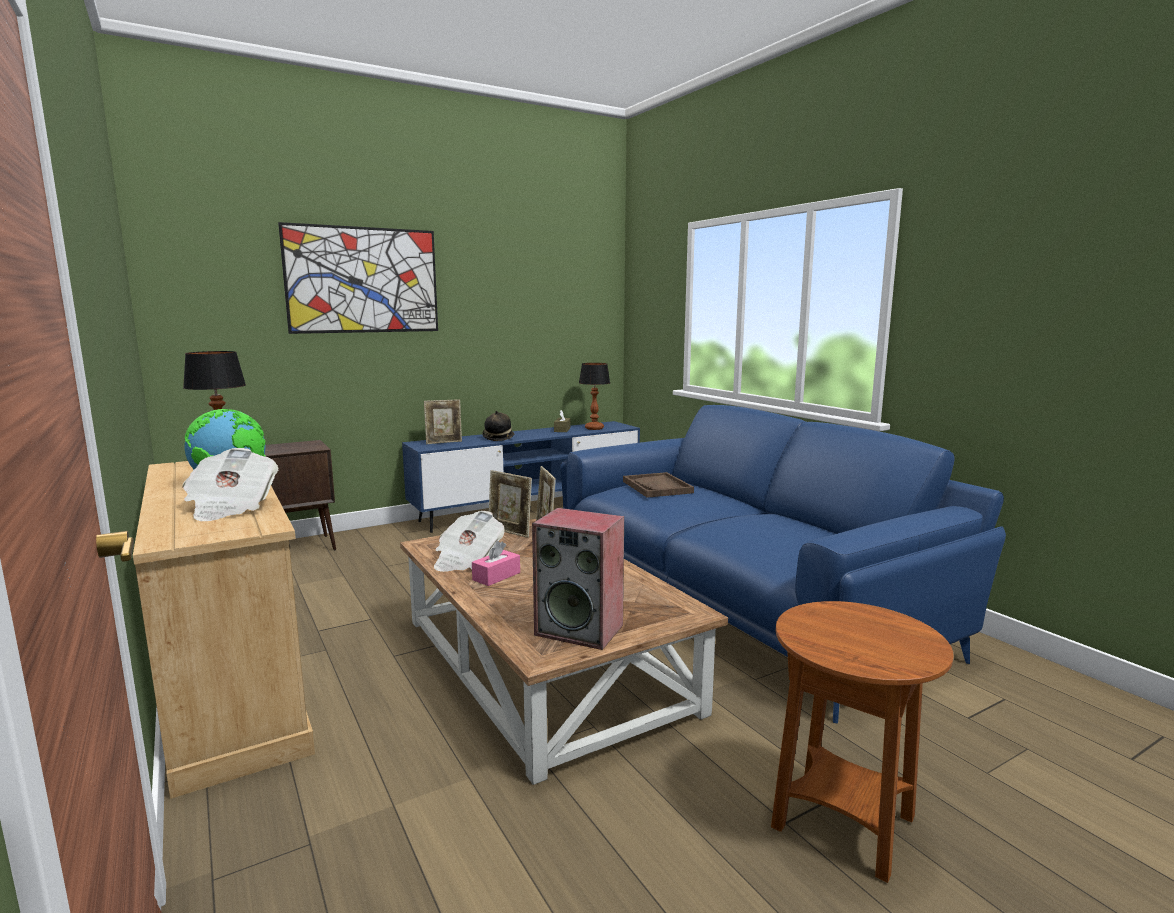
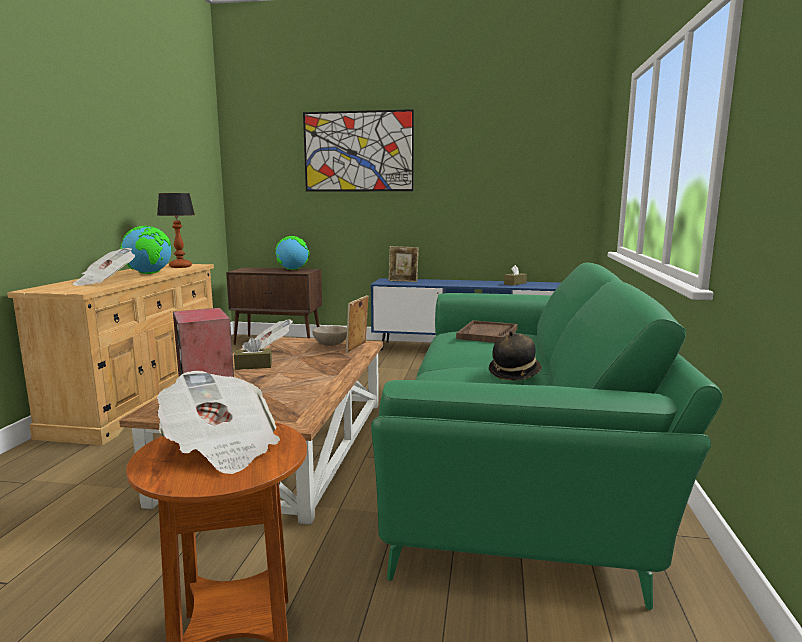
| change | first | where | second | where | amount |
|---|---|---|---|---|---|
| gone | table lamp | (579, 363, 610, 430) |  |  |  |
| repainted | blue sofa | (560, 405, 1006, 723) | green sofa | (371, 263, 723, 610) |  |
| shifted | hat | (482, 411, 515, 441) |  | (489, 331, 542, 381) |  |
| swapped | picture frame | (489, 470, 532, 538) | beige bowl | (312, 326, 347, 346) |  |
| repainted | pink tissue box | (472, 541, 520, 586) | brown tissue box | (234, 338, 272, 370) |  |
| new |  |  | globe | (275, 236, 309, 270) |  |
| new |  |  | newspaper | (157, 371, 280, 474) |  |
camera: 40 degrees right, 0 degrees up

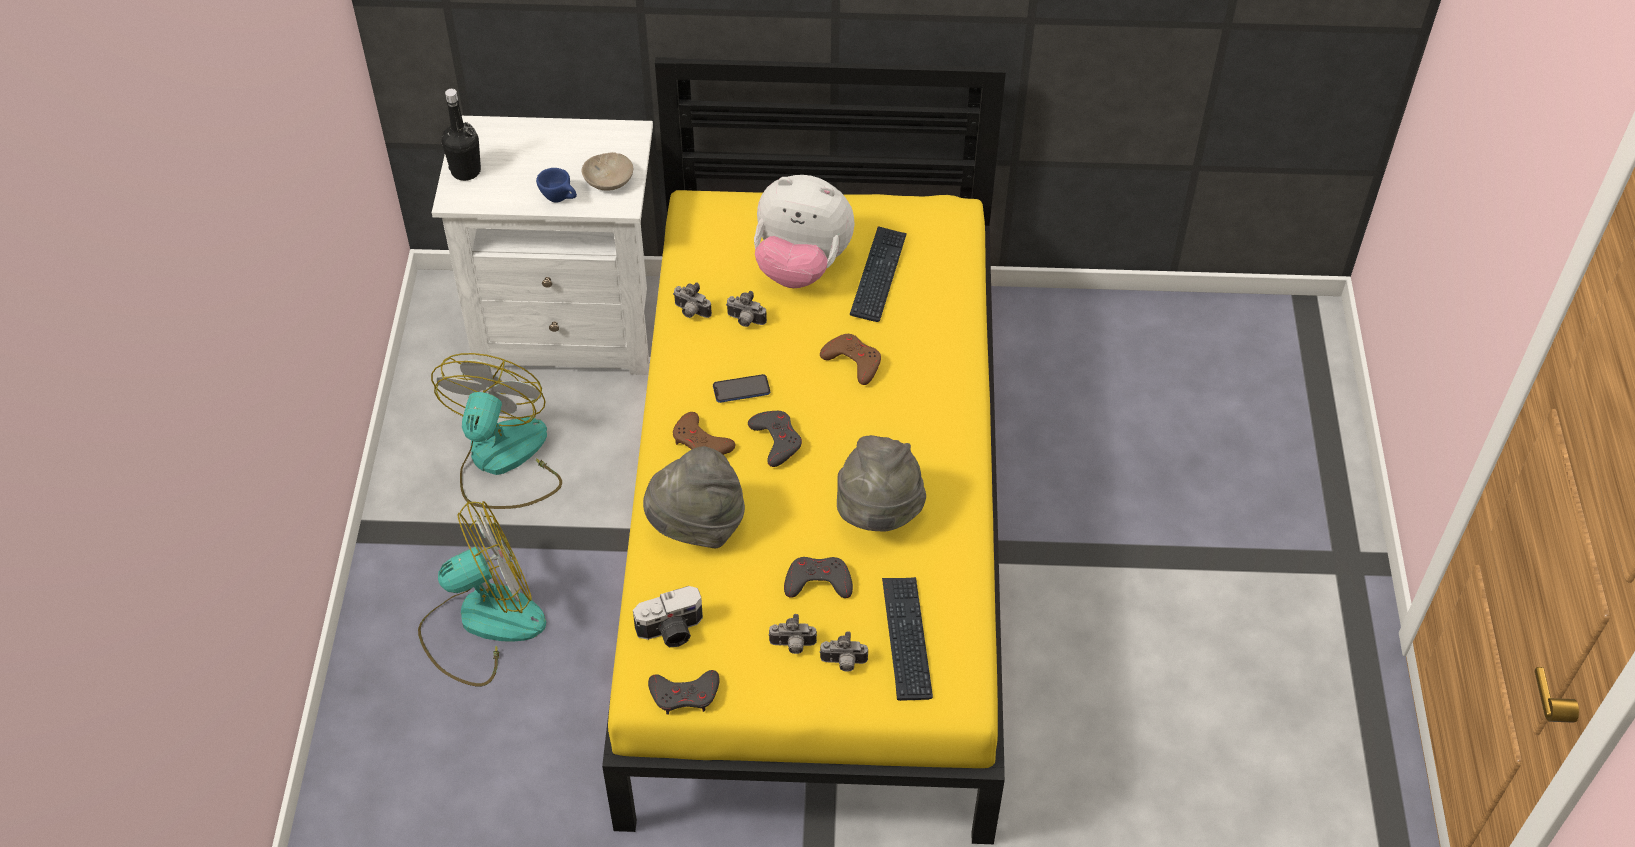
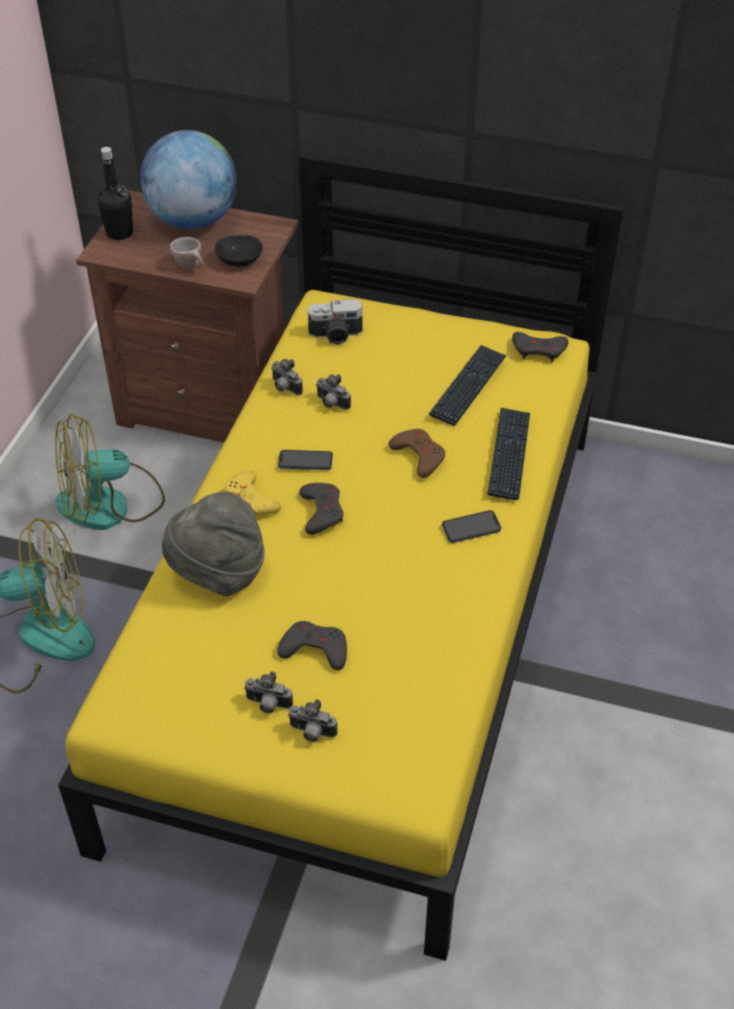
| change | first | where | second | where | amount |
|---|---|---|---|---|---|
| repainted | white nightstand | (432, 116, 653, 375) | brown nightstand | (76, 190, 298, 443) |  |
| repainted | beige bowl | (582, 152, 633, 190) | black bowl | (215, 235, 263, 266) |  |
| repainted | blue cup | (536, 168, 577, 202) | beige cup | (170, 237, 203, 269) |  |
| gone | plush toy | (754, 175, 855, 288) |  |  |  |
| rotated | fan | (431, 353, 562, 509) |  | (55, 414, 165, 530) | 135 degrees counterclockwise |
| repainted | brown game controller | (673, 412, 736, 455) | yellow game controller | (225, 470, 281, 515) |  |
| gone | grey hat | (837, 435, 926, 531) |  |  |  |
| shifted | keyboard | (882, 577, 933, 701) |  | (487, 408, 530, 500) |  |
| shifted | photo camera | (633, 586, 703, 647) |  | (308, 299, 363, 345) |  |
| shifted | grey game controller | (648, 670, 720, 715) |  | (512, 332, 569, 362) |  |
| new |  |  | globe | (140, 130, 237, 229) |  |
| new |  |  | phone | (442, 510, 501, 543) |  |
camera: 15 degrees right, 5 degrees down

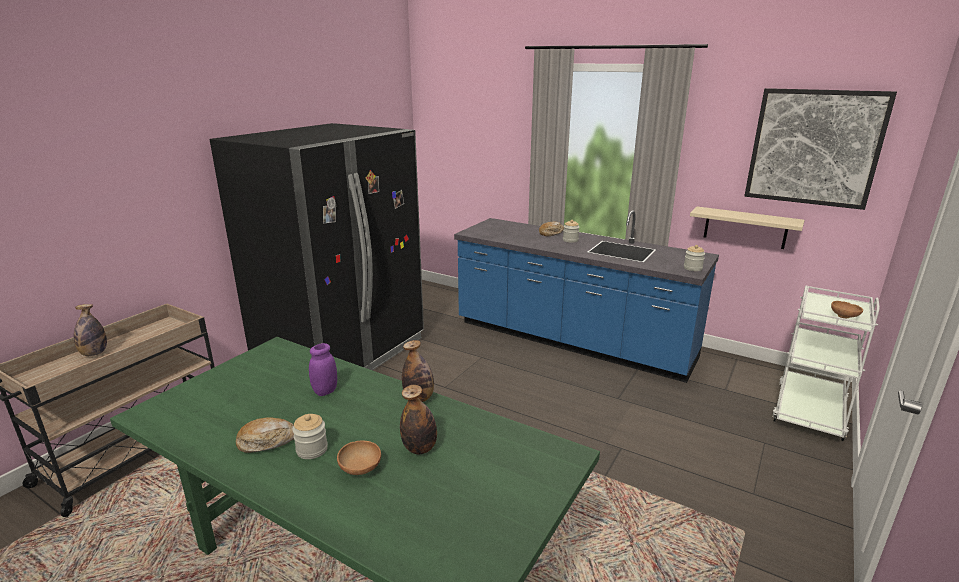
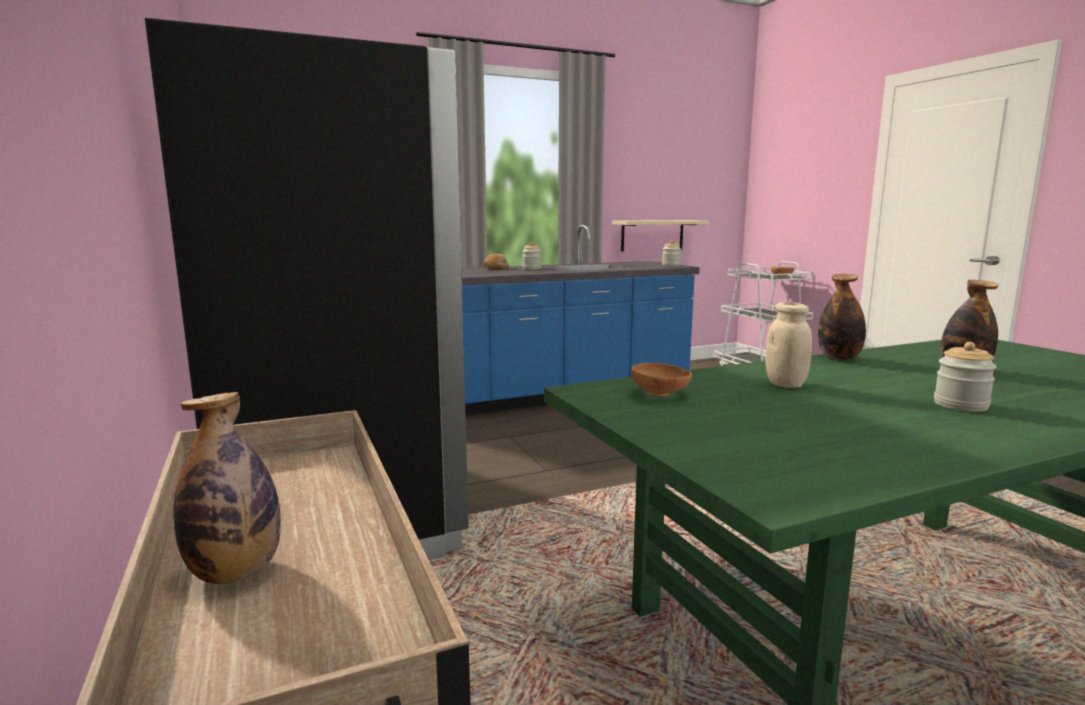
| change | first | where | second | where | amount |
|---|---|---|---|---|---|
| gone | picture | (745, 88, 897, 210) |  |  |  |
| repainted | purple jar | (309, 343, 337, 396) | beige jar | (765, 302, 812, 388) |  |
| gone | bread | (236, 418, 294, 453) |  |  |  |
| shifted | brown bowl | (337, 441, 381, 475) |  | (631, 363, 692, 396) |  |
camera: 55 degrees left, 10 degrees down

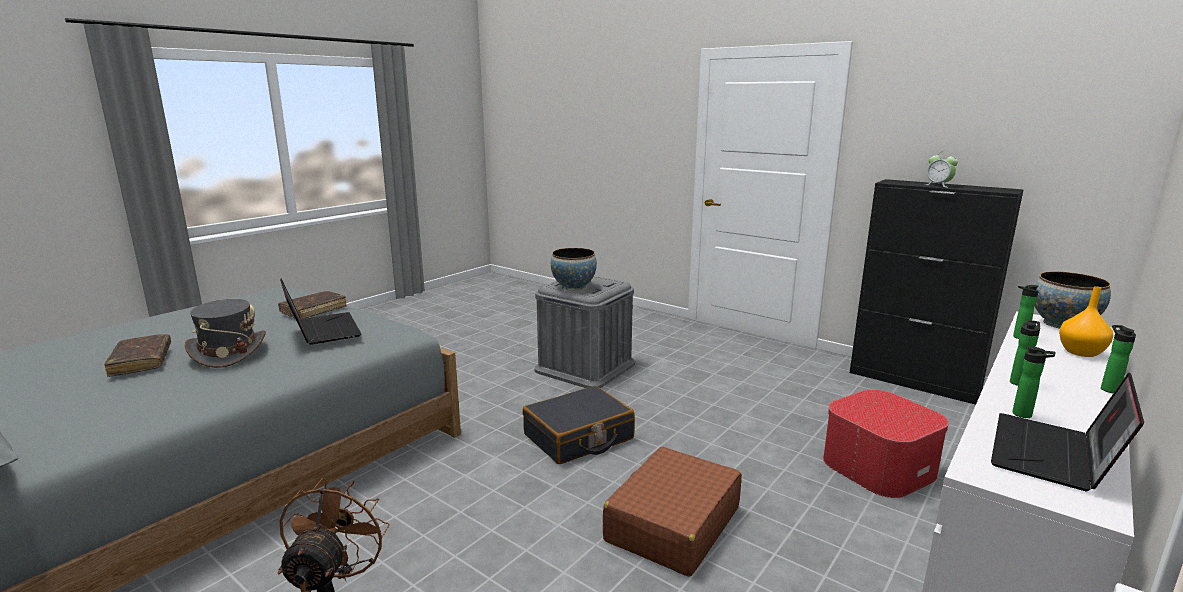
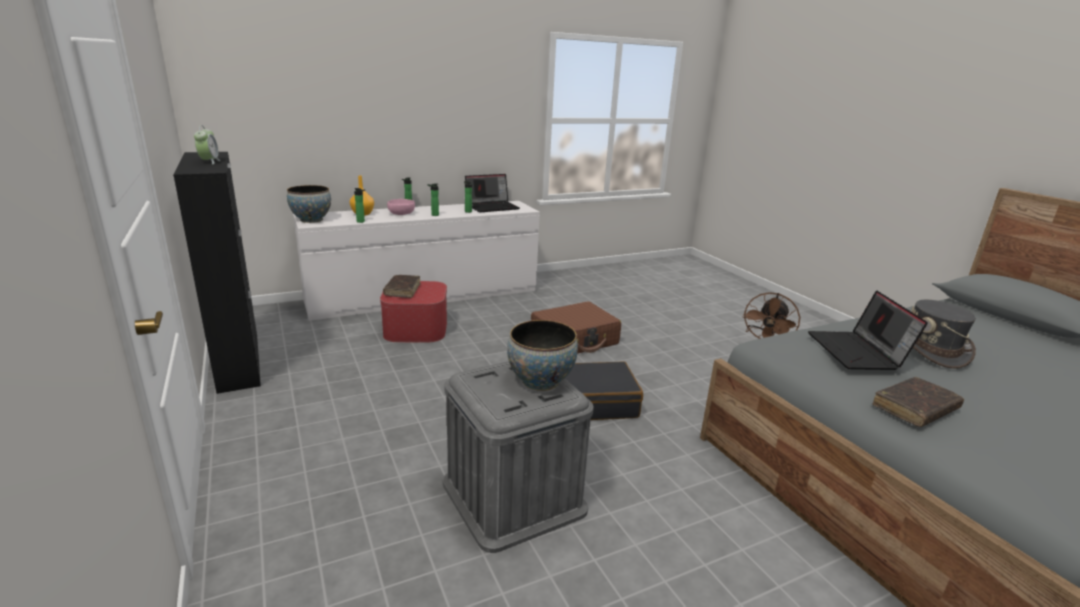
| change | first | where | second | where | amount |
|---|---|---|---|---|---|
| shifted | brown book | (104, 334, 171, 377) |  | (383, 275, 420, 298) |  |
| new |  |  | pink bowl | (387, 199, 415, 215) |  |
camera: 155 degrees left, 5 degrees up

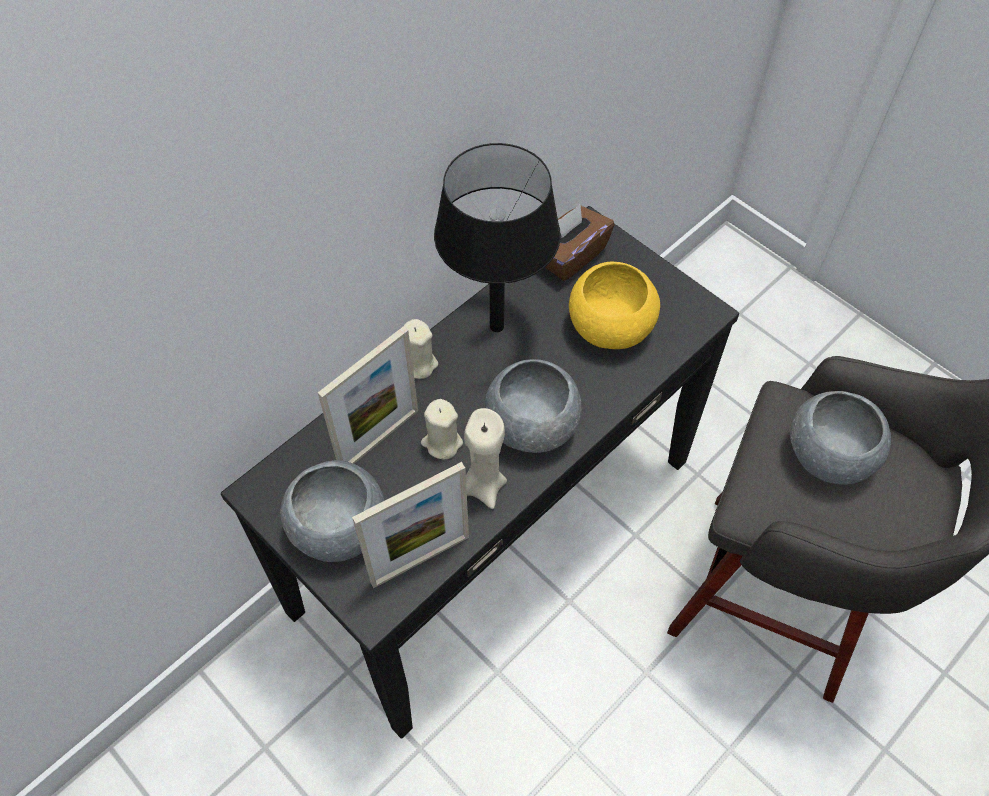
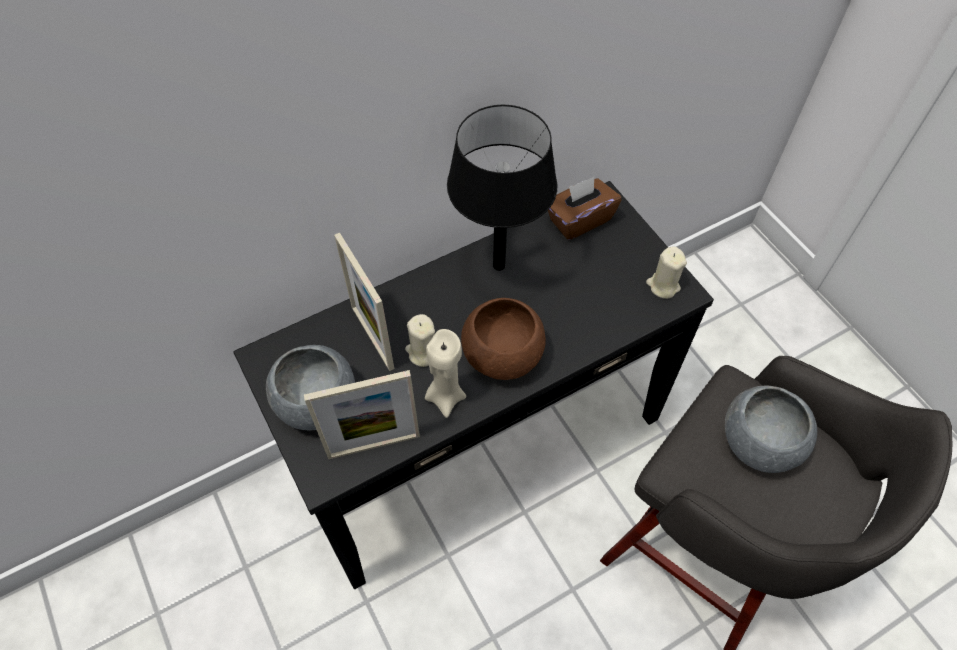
| change | first | where | second | where | amount |
|---|---|---|---|---|---|
| gone | yellow bowl | (569, 262, 660, 349) |  |  |  |
| shifted | beige candle | (404, 319, 438, 379) |  | (646, 246, 687, 299) |  |
| rotated | picture frame | (318, 326, 418, 464) |  | (334, 233, 394, 371) | 90 degrees clockwise |
| repainted | grey bowl | (485, 359, 582, 453) | brown bowl | (461, 298, 546, 380) |  |
camera: 15 degrees right, 0 degrees up

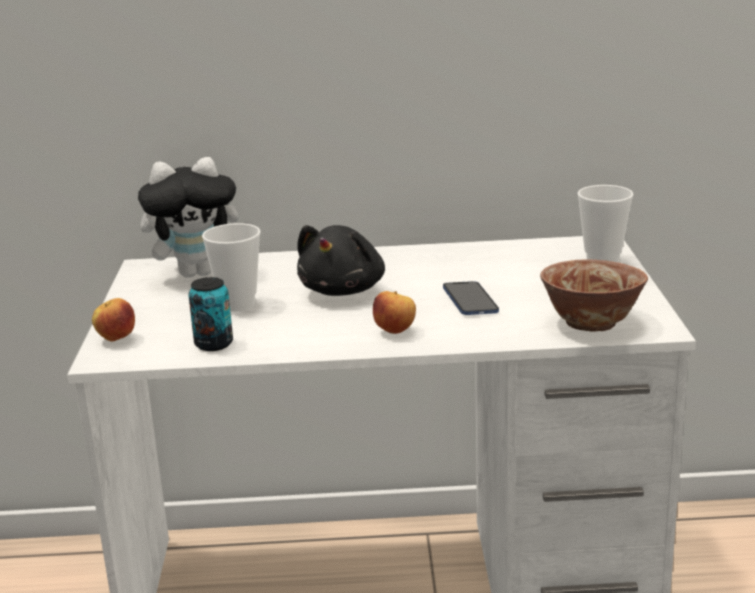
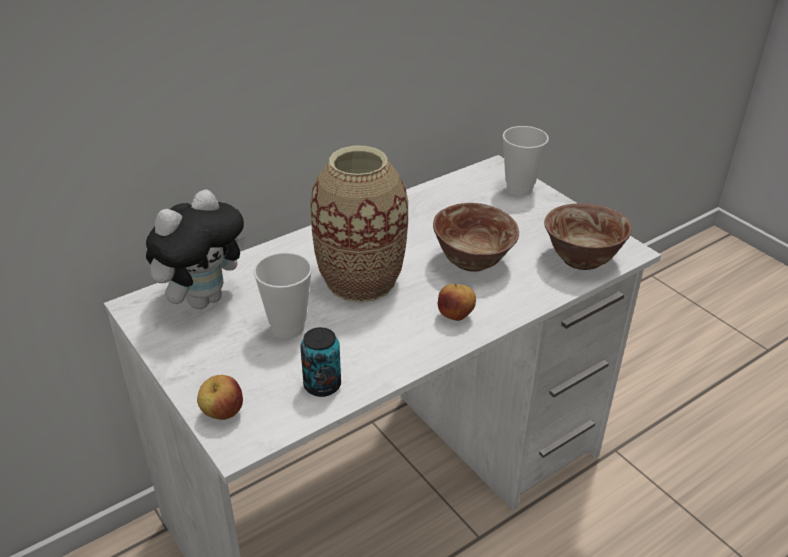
| change | first | where | second | where | amount |
|---|---|---|---|---|---|
| swapped | black plush toy | (297, 225, 385, 296) | vase | (310, 146, 408, 302) |  |
| swapped | phone | (443, 281, 499, 315) | bowl | (433, 203, 519, 272) |  |
camera: 35 degrees left, 15 degrees up

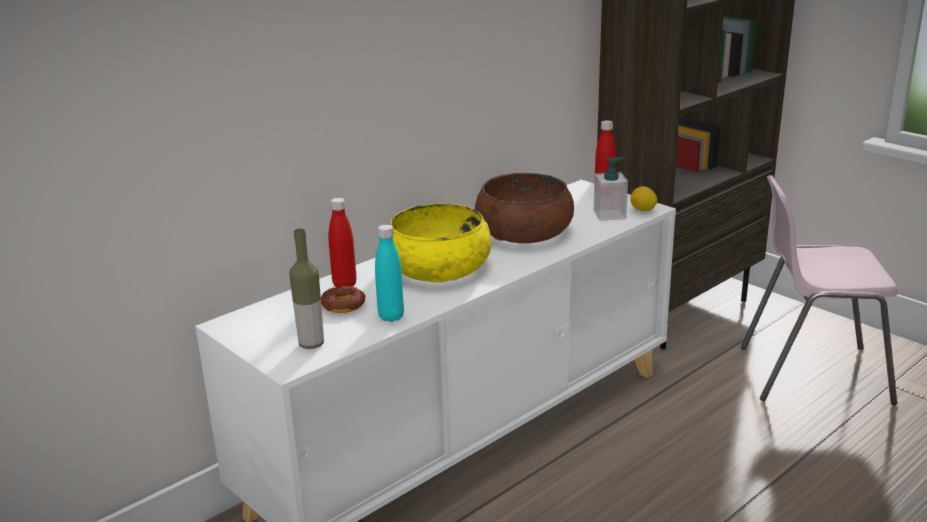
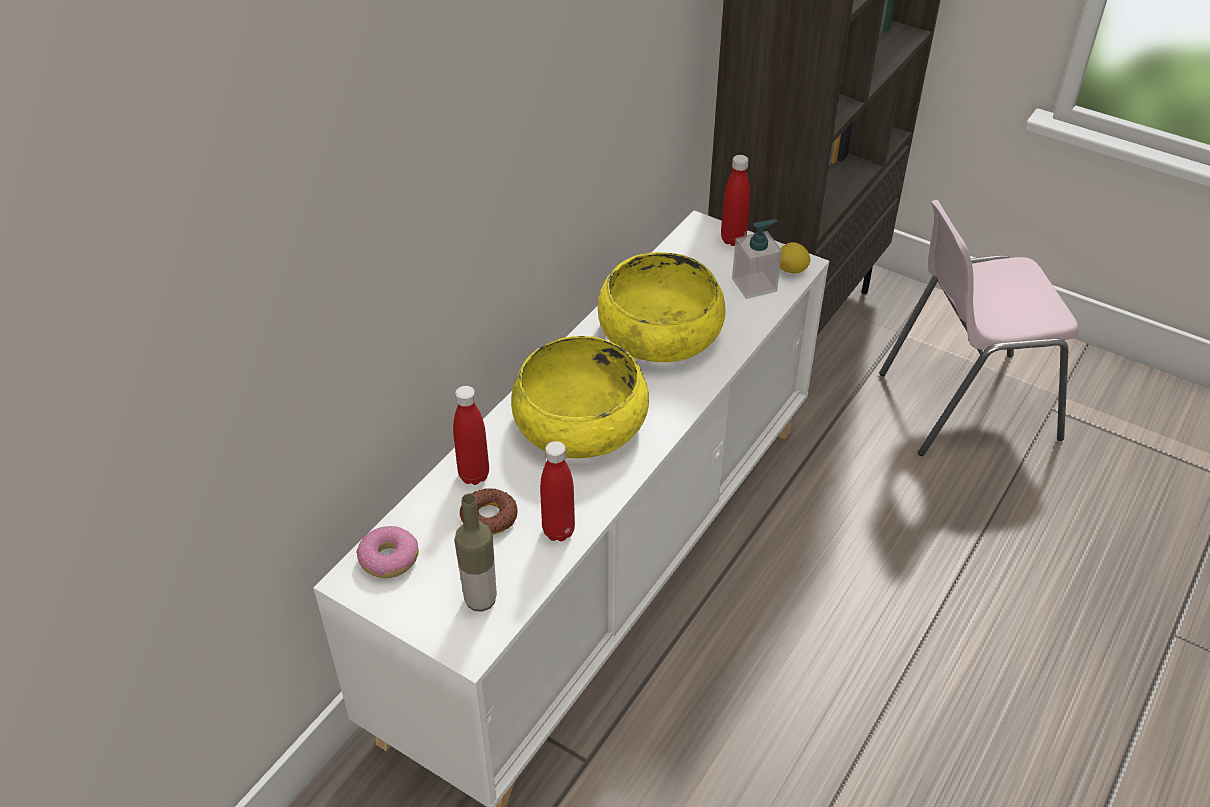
| change | first | where | second | where | amount |
|---|---|---|---|---|---|
| repainted | brown bowl | (475, 173, 574, 243) | yellow bowl | (598, 252, 726, 362) |  |
| repainted | turquoise bottle | (375, 225, 404, 322) | red bottle | (540, 441, 575, 541) |  |
| new |  |  | donut | (356, 526, 419, 578) |  |
camera: 15 degrees left, 20 degrees up

